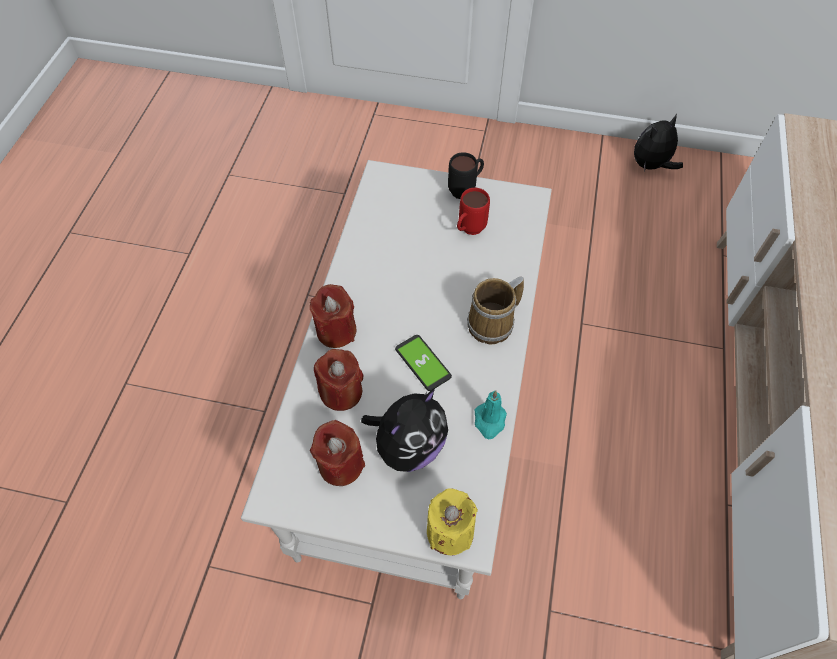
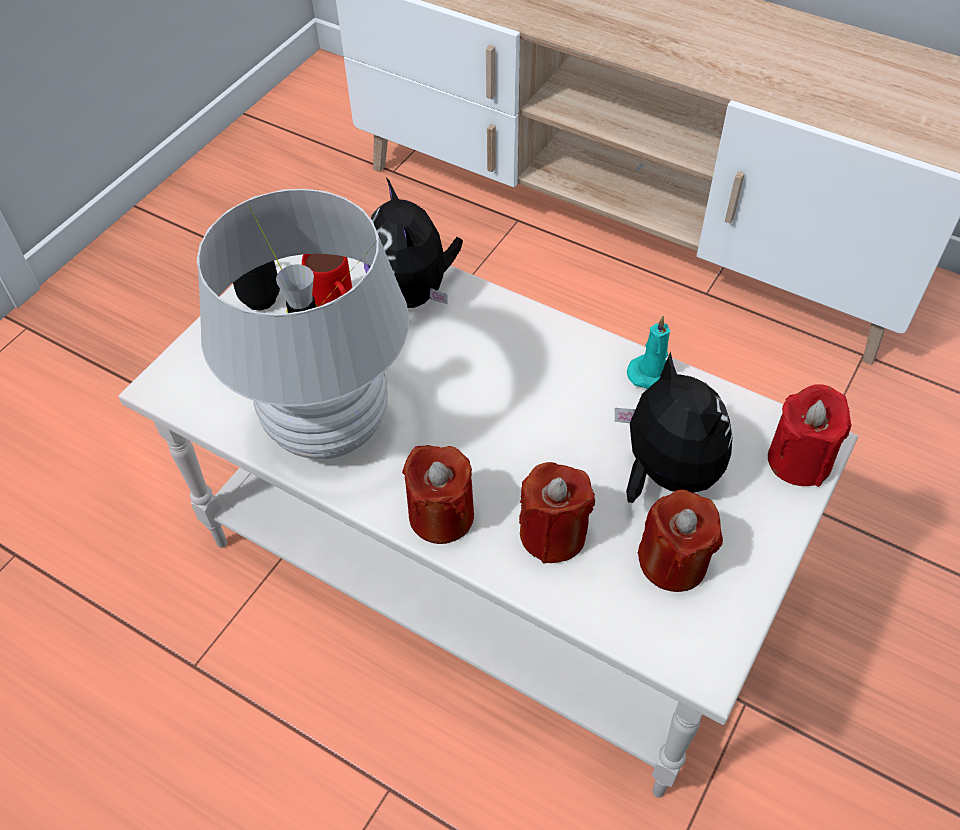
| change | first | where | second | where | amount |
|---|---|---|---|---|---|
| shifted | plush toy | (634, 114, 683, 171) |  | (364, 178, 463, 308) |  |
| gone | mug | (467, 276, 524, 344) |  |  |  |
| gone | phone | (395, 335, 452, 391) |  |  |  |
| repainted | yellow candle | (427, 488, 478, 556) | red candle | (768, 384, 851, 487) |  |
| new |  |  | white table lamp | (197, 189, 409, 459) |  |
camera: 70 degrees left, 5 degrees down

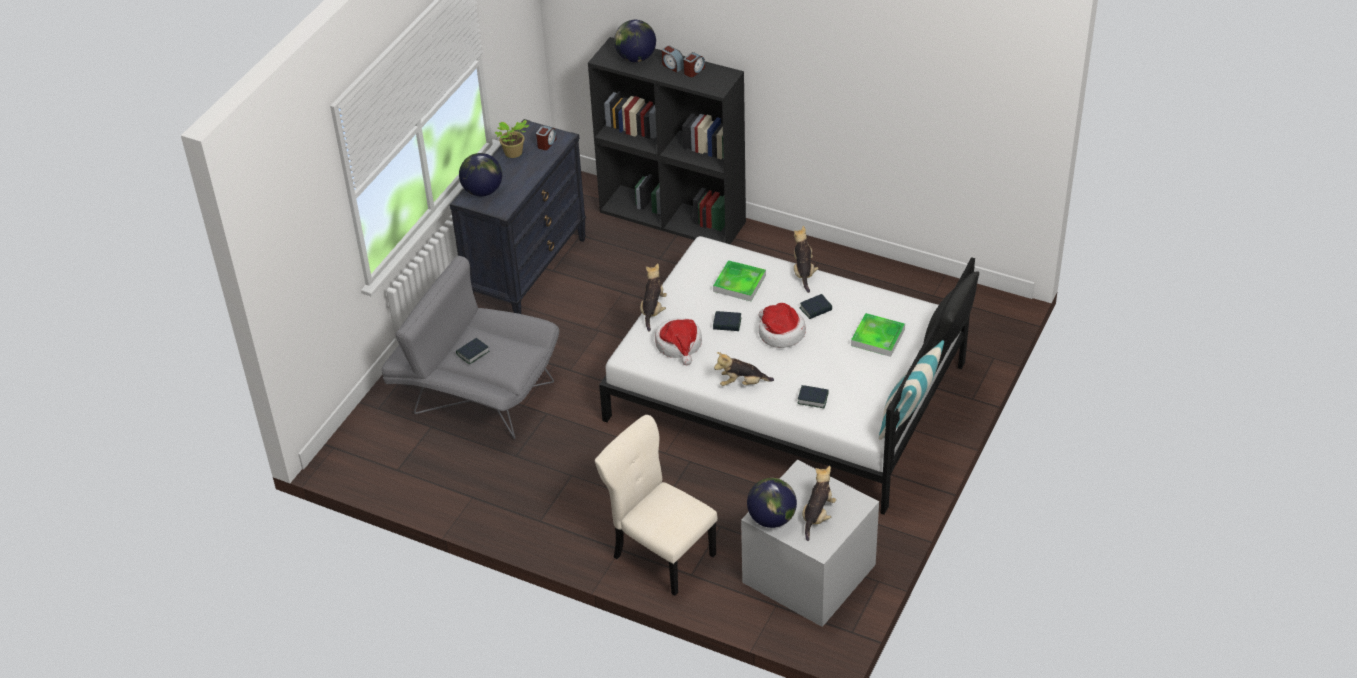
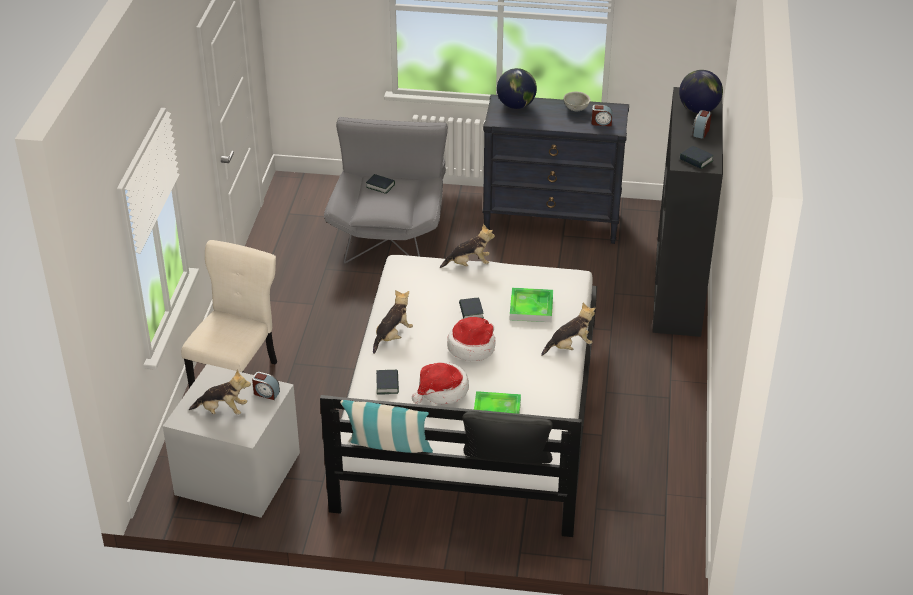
| change | first | where | second | where | amount |
|---|---|---|---|---|---|
| shifted | alarm clock | (684, 52, 705, 77) |  | (252, 372, 280, 400) |  |
| swapped | potted plant | (495, 120, 530, 158) | grey bowl | (563, 91, 591, 111) |  |
| shifted | book | (799, 294, 832, 319) |  | (680, 146, 714, 169) |  |
| shifted | hat | (655, 318, 702, 365) |  | (412, 362, 469, 404) |  |
| rotated | plush toy | (714, 352, 774, 386) |  | (373, 290, 413, 354) | 60 degrees clockwise |
| gone | globe | (747, 478, 797, 528) |  |  |  |
camera: 70 degrees right, 5 degrees down

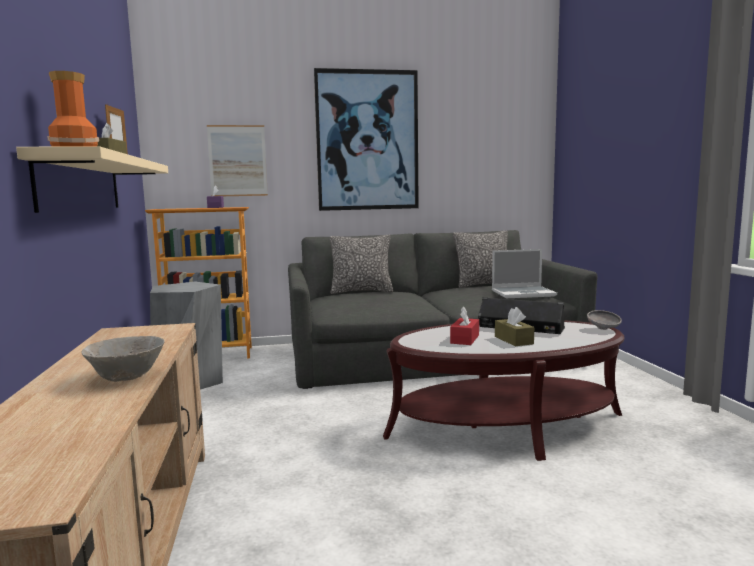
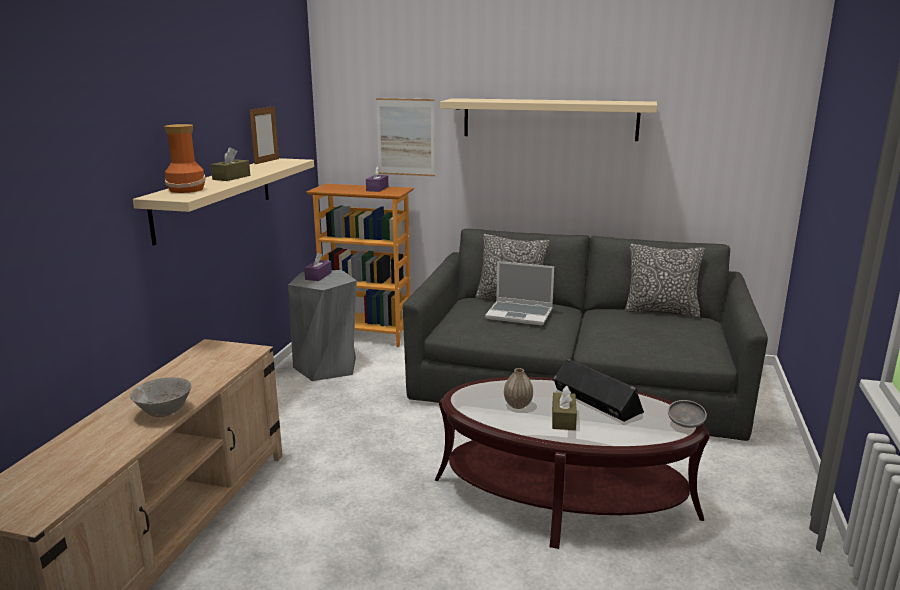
| change | first | where | second | where | amount |
|---|---|---|---|---|---|
| swapped | picture | (314, 68, 419, 211) | beige shelf | (440, 98, 657, 141) |  |
| shifted | laptop | (492, 249, 557, 298) |  | (485, 261, 554, 325) |  |
| swapped | red tissue box | (450, 306, 479, 345) | vase | (504, 368, 533, 409) |  |
| new |  |  | purple tissue box | (304, 252, 332, 281) |  |
camera: 25 degrees right, 10 degrees up

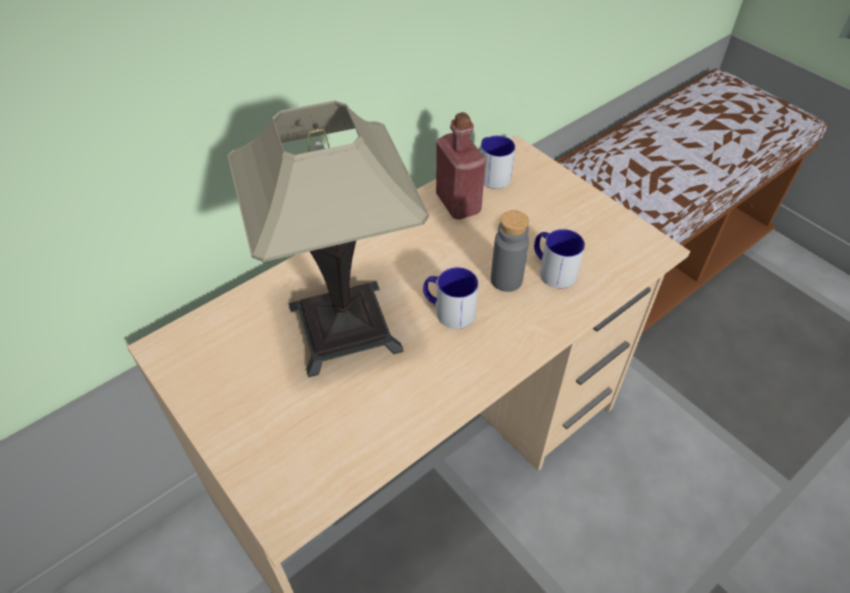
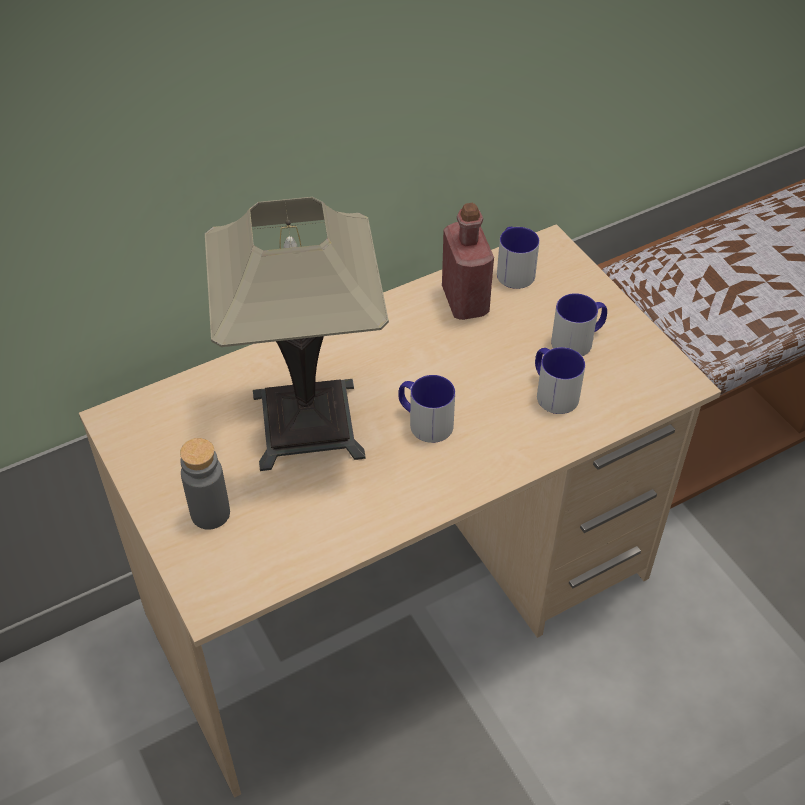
| change | first | where | second | where | amount |
|---|---|---|---|---|---|
| shifted | grey bottle | (491, 210, 529, 292) |  | (180, 438, 230, 530) |  |
| new |  |  | mug | (551, 293, 607, 356) |  |
camera: 10 degrees right, 0 degrees up

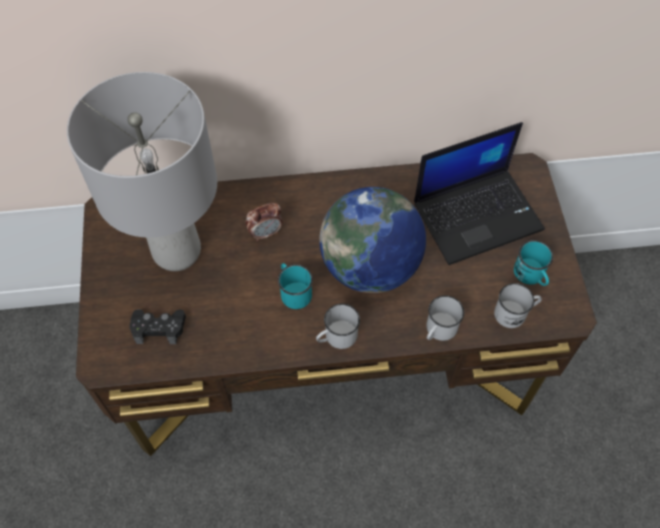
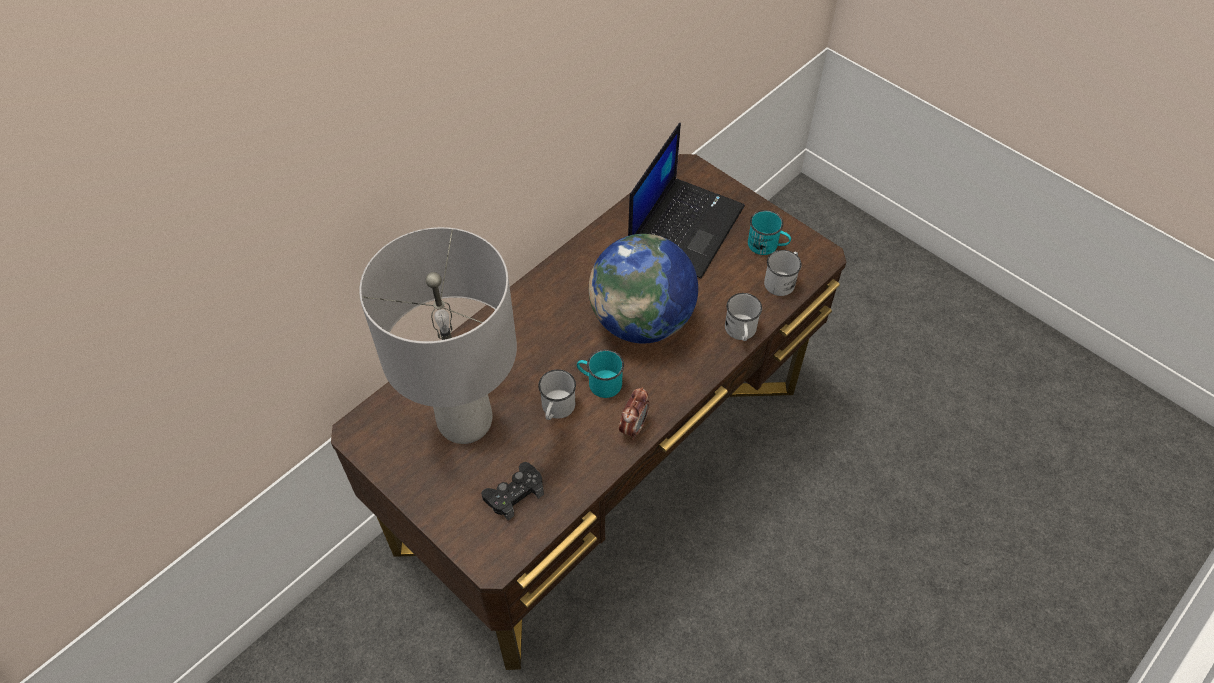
| change | first | where | second | where | amount |
|---|---|---|---|---|---|
| shifted | alarm clock | (245, 203, 283, 241) |  | (619, 387, 649, 440) |  |
| shifted | white mug | (316, 304, 360, 349) |  | (538, 369, 576, 420) |  |
camera: 40 degrees left, 5 degrees down

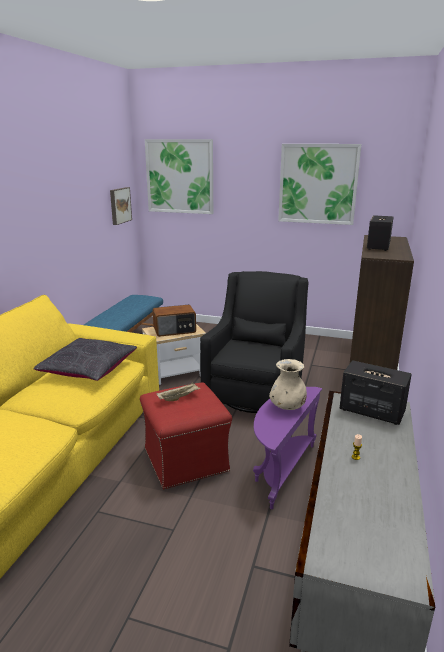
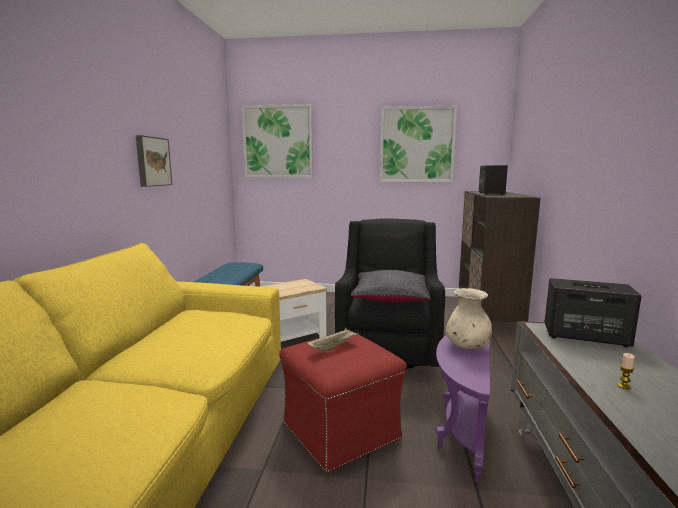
| change | first | where | second | where | amount |
|---|---|---|---|---|---|
| shifted | picture | (110, 187, 132, 225) |  | (136, 135, 172, 187) |  |
| gone | radio | (153, 305, 196, 337) |  |  |  |
| shifted | black pillow | (33, 338, 137, 381) |  | (351, 270, 431, 302) |  |
camera: 10 degrees left, 10 degrees down

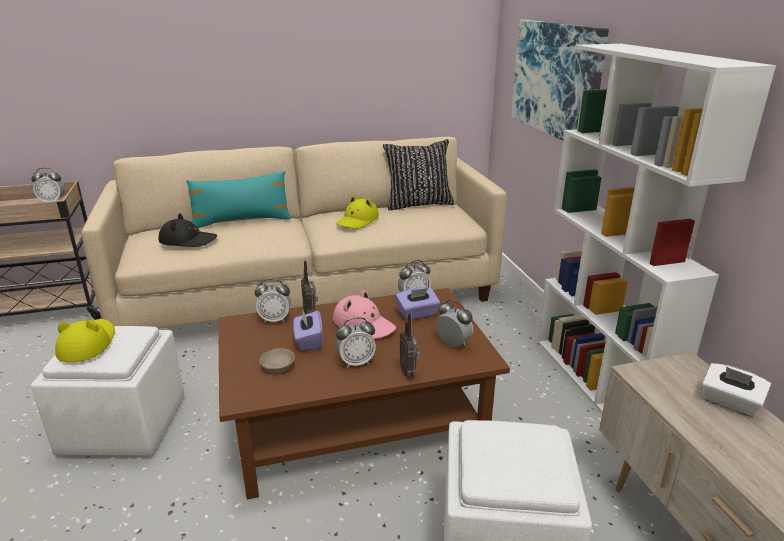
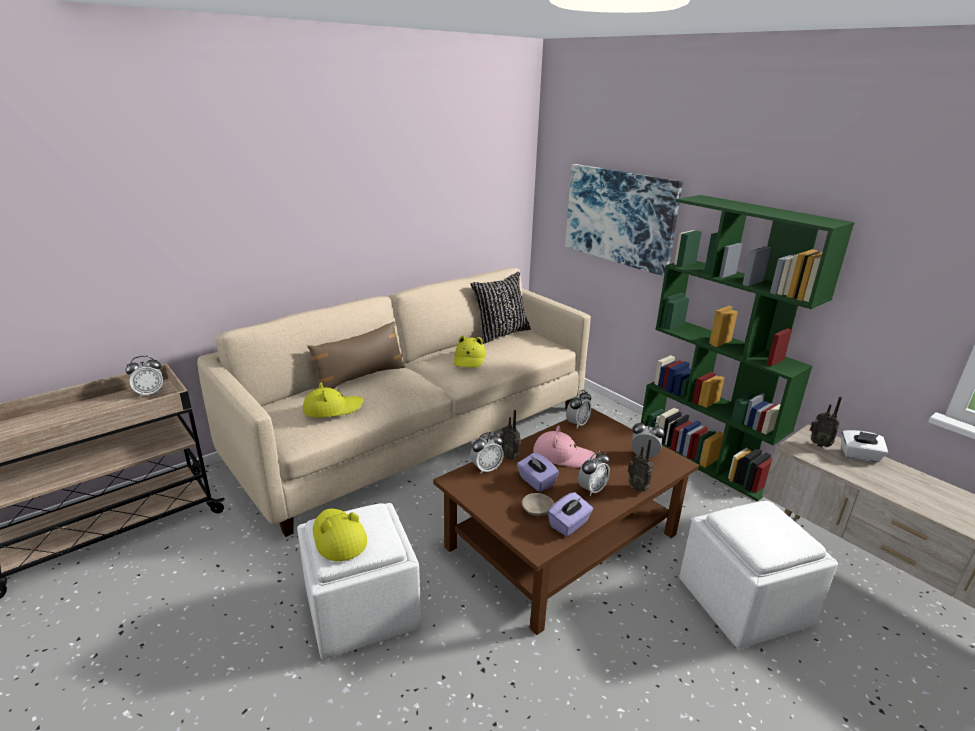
| change | first | where | second | where | amount |
|---|---|---|---|---|---|
| repainted | white bookcase | (537, 44, 776, 413) | green bookcase | (641, 195, 855, 501) |  |
| repainted | turquoise pillow | (186, 171, 291, 228) | brown pillow | (307, 321, 406, 389) |  |
| repainted | black hat | (159, 213, 218, 247) | yellow hat | (303, 382, 363, 418) |  |
| shifted | purple tissue box | (395, 287, 440, 321) |  | (548, 492, 593, 537) |  |
| new |  |  | radio | (809, 396, 842, 447) |  |
camera: 25 degrees left, 0 degrees up

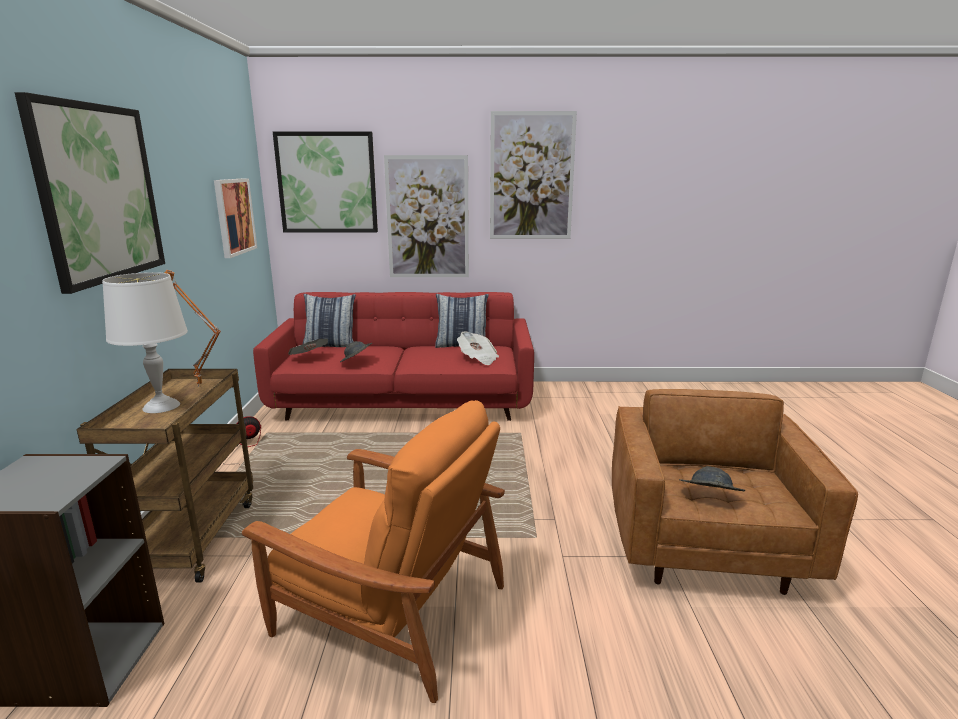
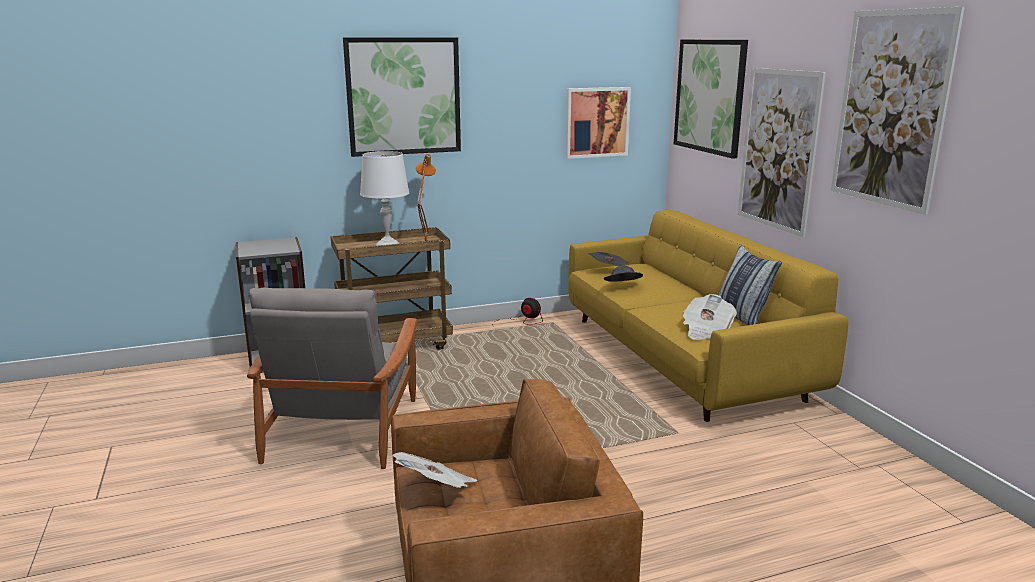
| change | first | where | second | where | amount |
|---|---|---|---|---|---|
| repainted | red sofa | (253, 292, 534, 421) | yellow sofa | (568, 210, 849, 422) |  |
| gone | pillow | (303, 294, 356, 347) |  |  |  |
| repainted | orange armchair | (242, 400, 505, 703) | grey armchair | (247, 288, 418, 469) |  |
| swapped | grey hat | (679, 466, 745, 491) | newspaper | (392, 452, 478, 488) |  |
camera: 70 degrees right, 0 degrees up

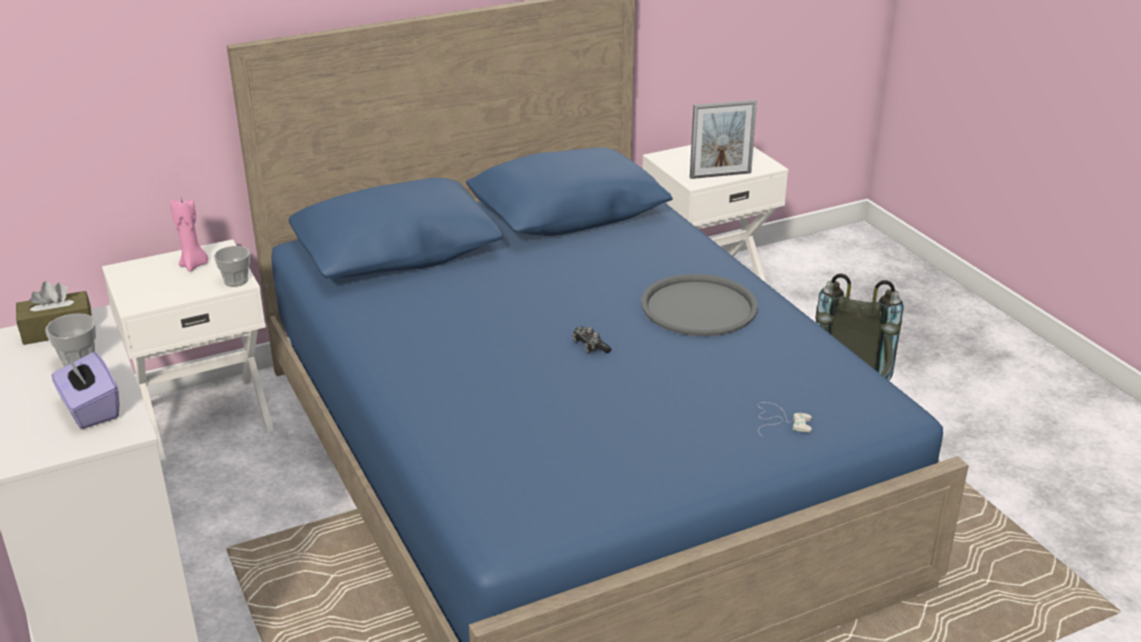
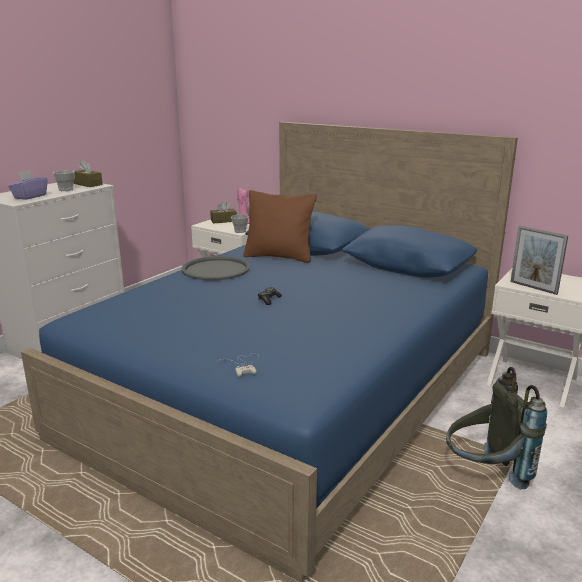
| change | first | where | second | where | amount |
|---|---|---|---|---|---|
| shifted | grey tray | (641, 274, 758, 336) |  | (182, 256, 250, 281) |  |
| new |  |  | brown pillow | (243, 190, 317, 263) |  |
| new |  |  | brown tissue box | (210, 201, 237, 223) |  |
camera: 60 degrees right, 10 degrees down

